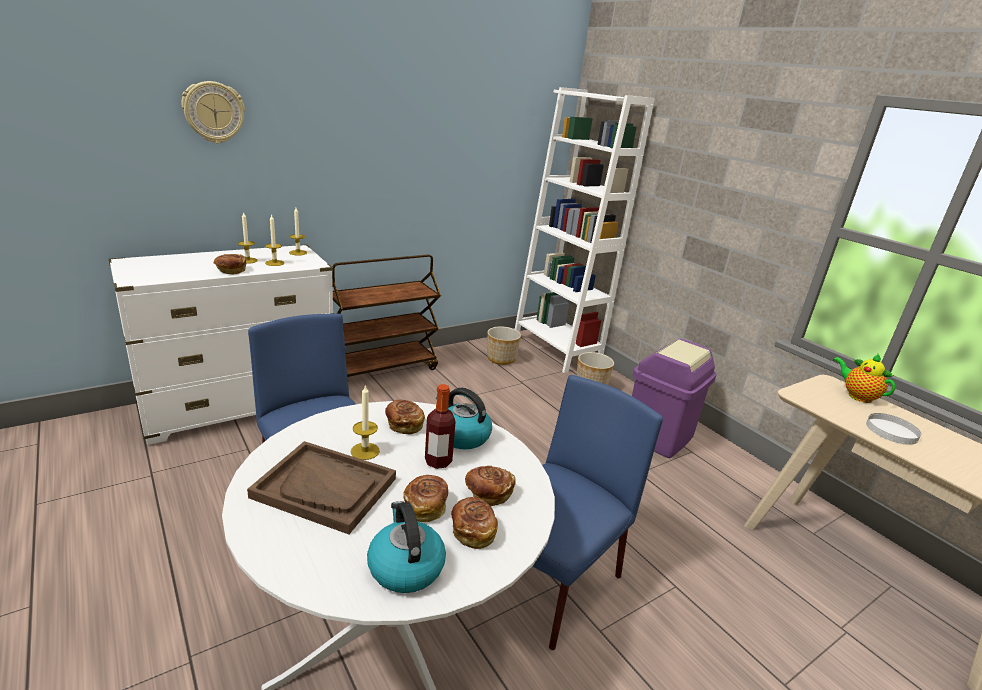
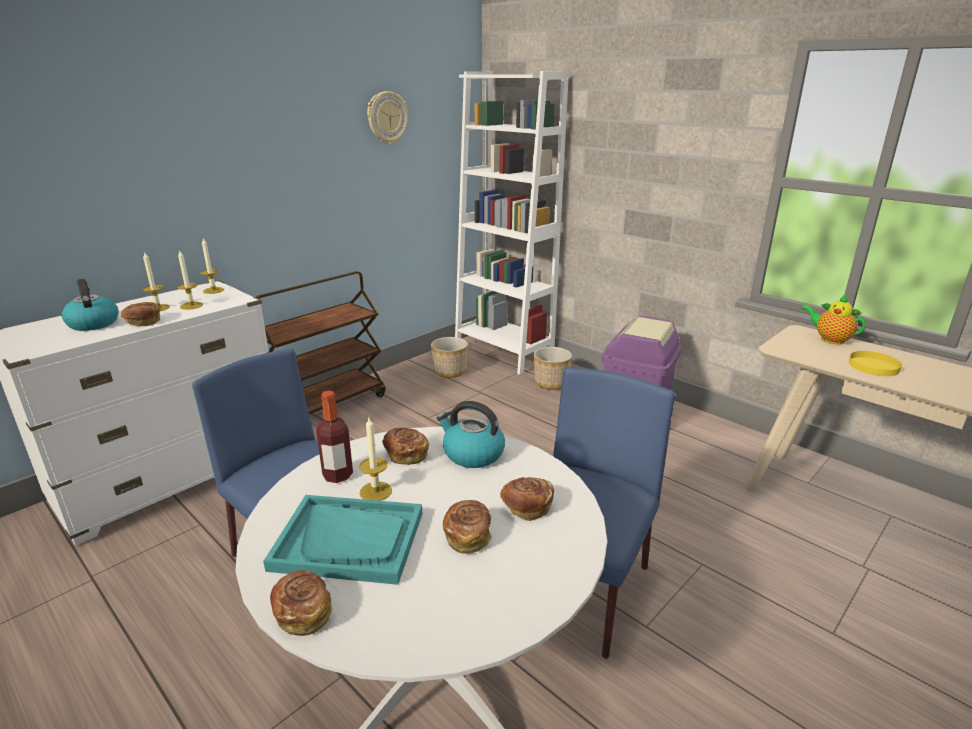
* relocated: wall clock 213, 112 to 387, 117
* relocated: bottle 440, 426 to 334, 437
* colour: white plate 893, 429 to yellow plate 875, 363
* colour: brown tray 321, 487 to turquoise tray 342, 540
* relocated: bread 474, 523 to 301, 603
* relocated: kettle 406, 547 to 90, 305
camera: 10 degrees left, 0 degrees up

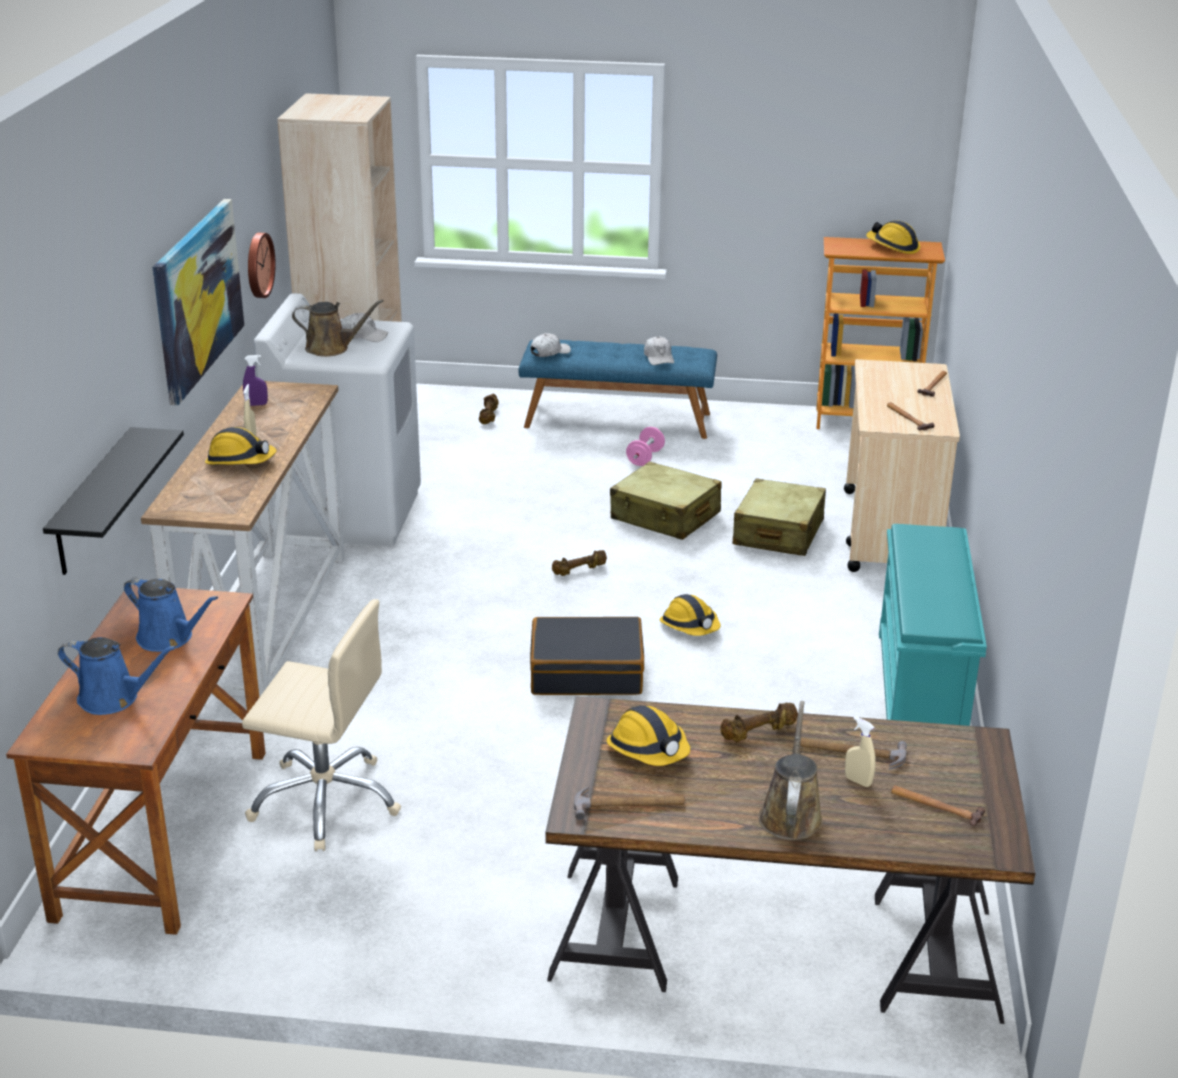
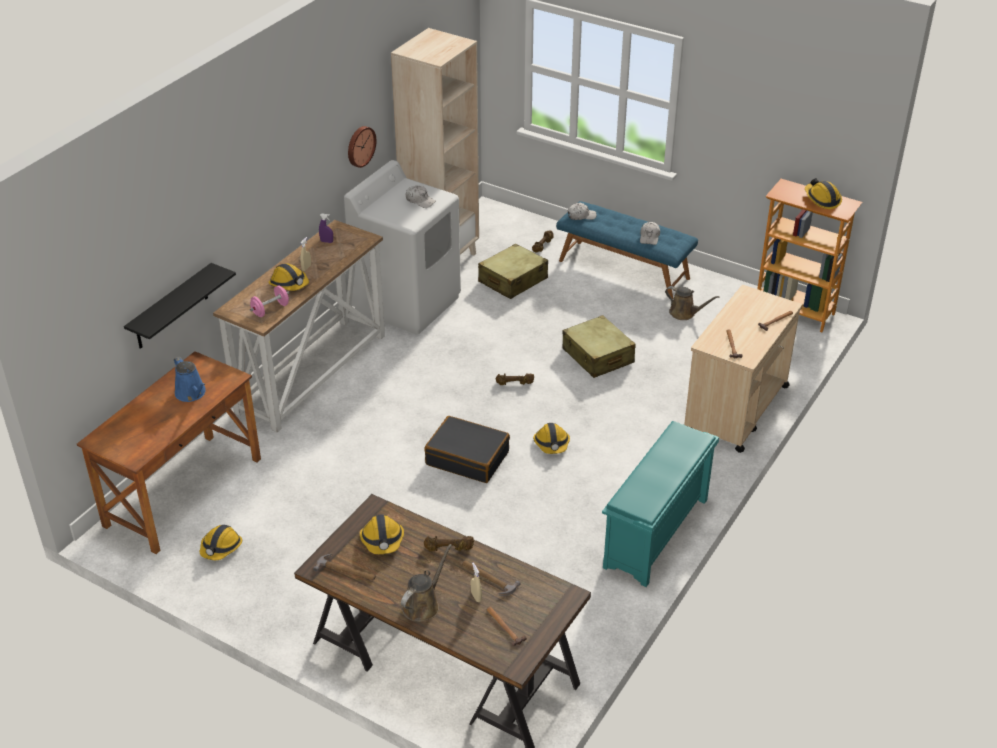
* missing: picture 198, 302
* relocated: brown watering can 338, 328 to 692, 303
* relocated: pink dumbbell 645, 446 to 269, 301
* relocated: beige suitcase 779, 517 to 513, 271
* missing: beige office chair 321, 725
* missing: blue watering can 117, 676
* appeared: hard hat 221, 542
camera: 25 degrees right, 10 degrees up

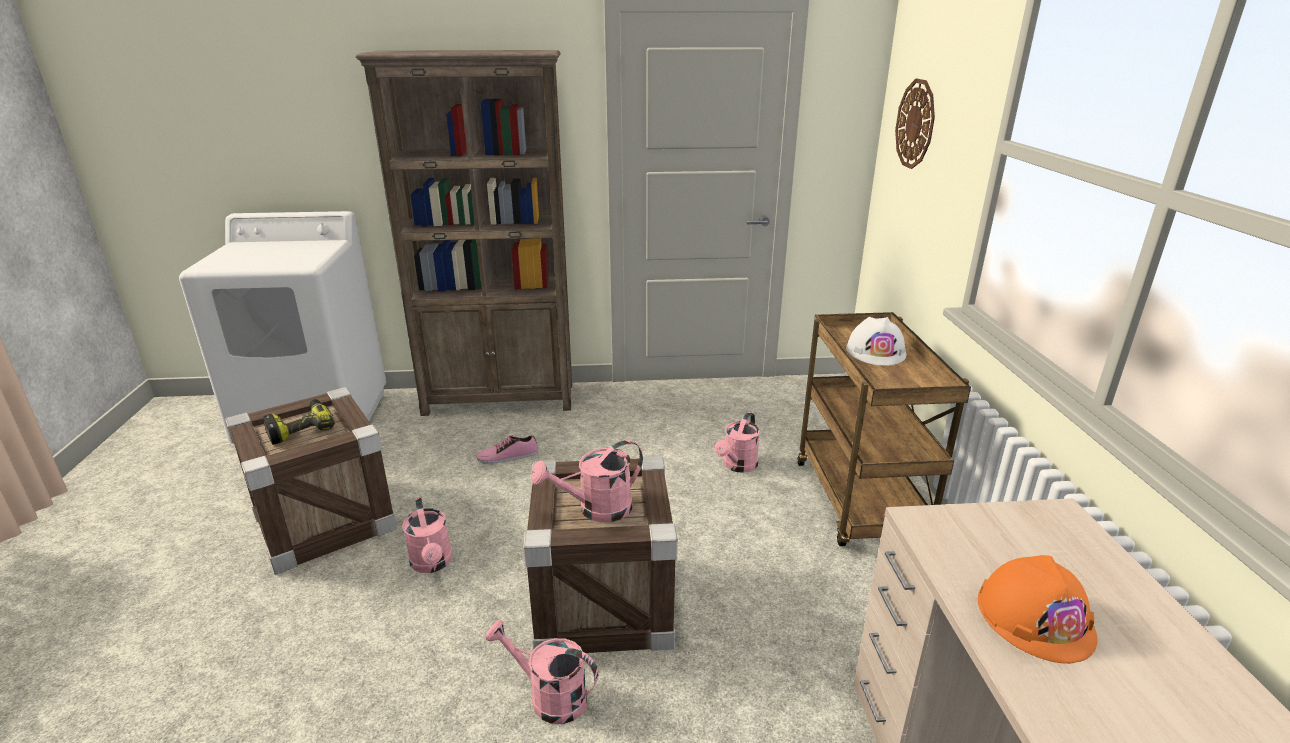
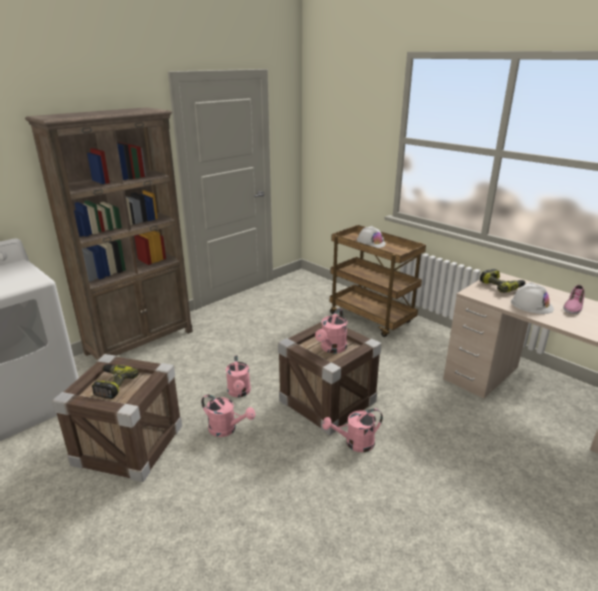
* missing: wall clock 915, 124
* relocated: pink watering can 737, 442 to 238, 376
* relocated: shoe 507, 449 to 574, 299
* colour: orange hard hat 1037, 609 to white hard hat 532, 298
* appeared: power drill 502, 281
camera: 40 degrees left, 0 degrees up

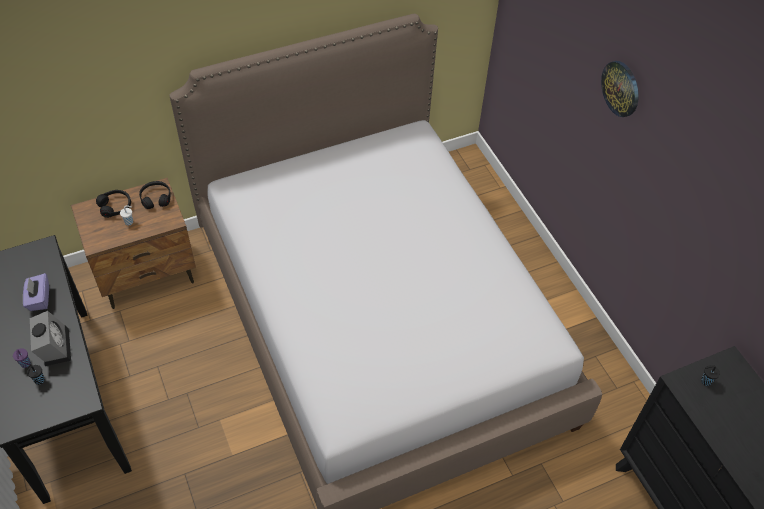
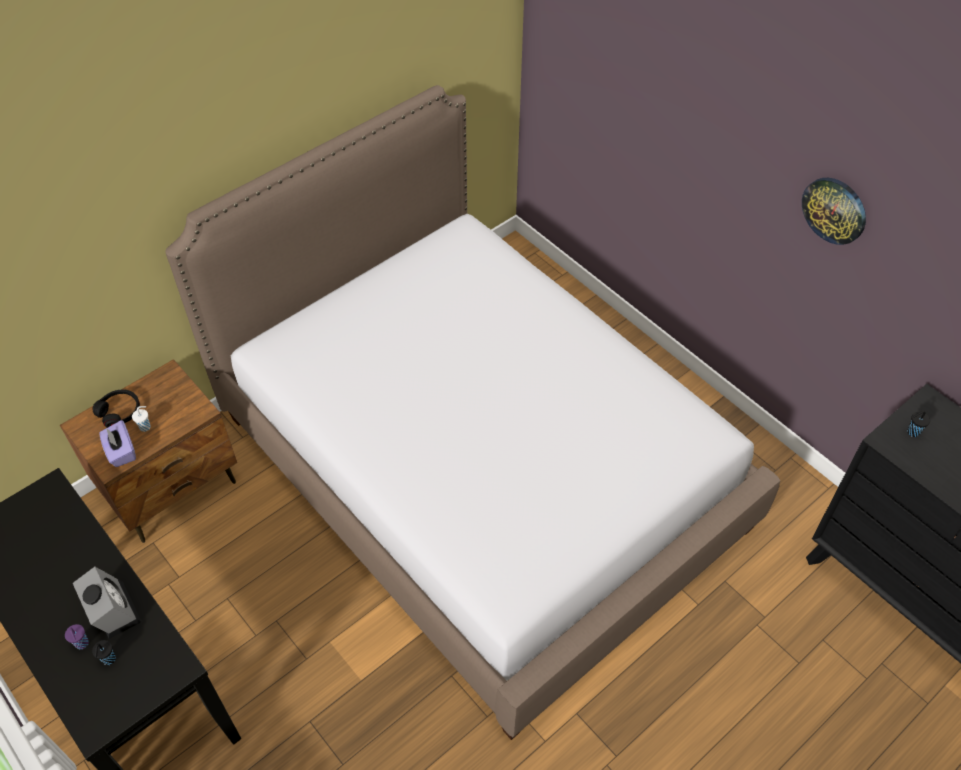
* relocated: wall clock 620, 89 to 834, 211
* missing: black headphones 155, 195
* relocated: purple tissue box 36, 292 to 117, 443
camera: 15 degrees left, 0 degrees up

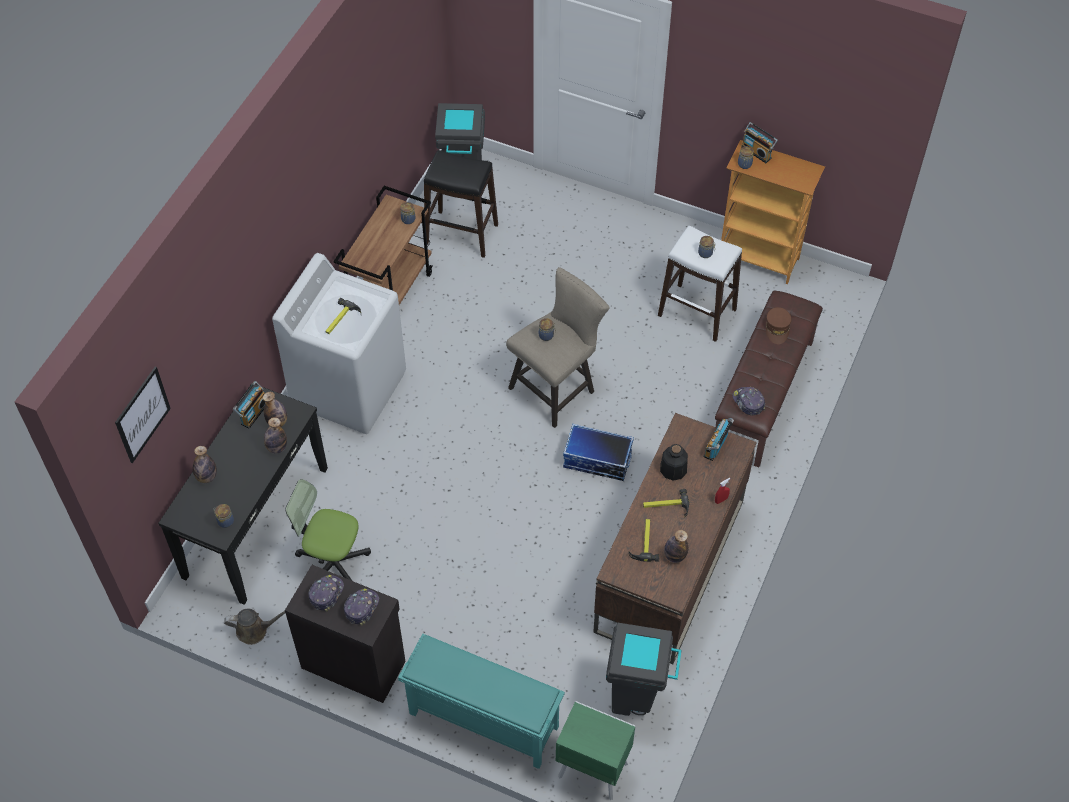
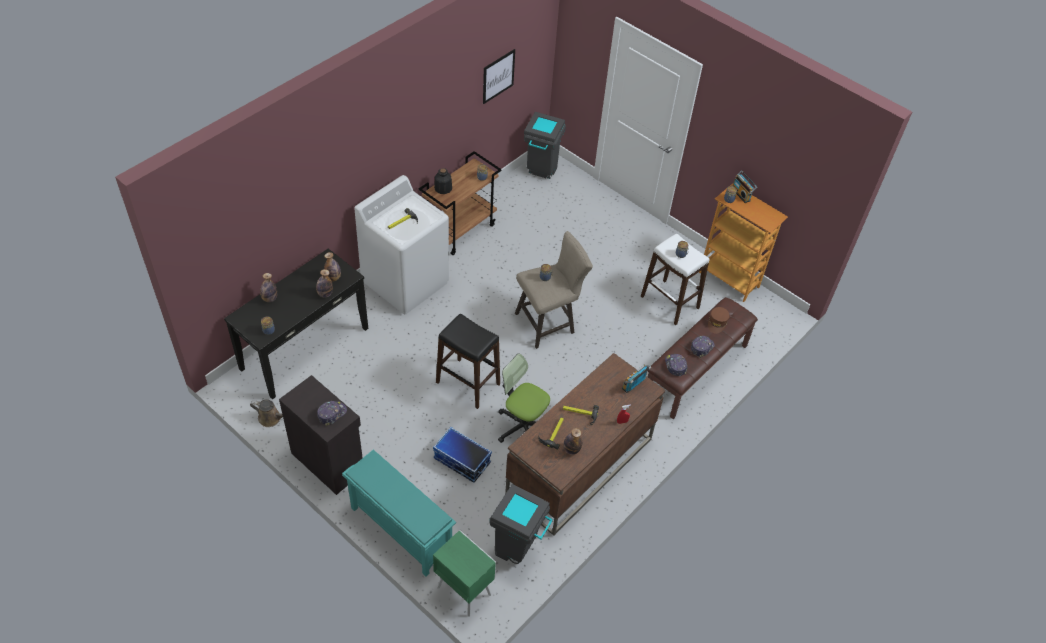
* relocated: black stool 461, 204 to 468, 361
* relocated: picture 143, 415 to 499, 76
* missing: radio 249, 405
* relocated: storage box 598, 452 to 462, 455
* relocated: bottle 674, 462 to 443, 181
* relocated: office chair 328, 530 to 524, 398
* relocated: cap 326, 593 to 703, 347
camera: 15 degrees right, 5 degrees down

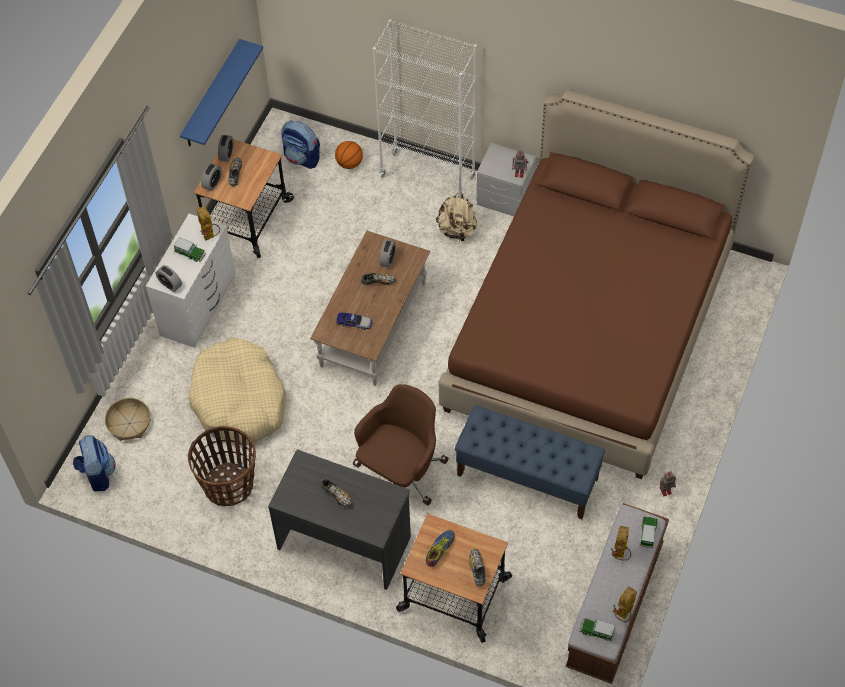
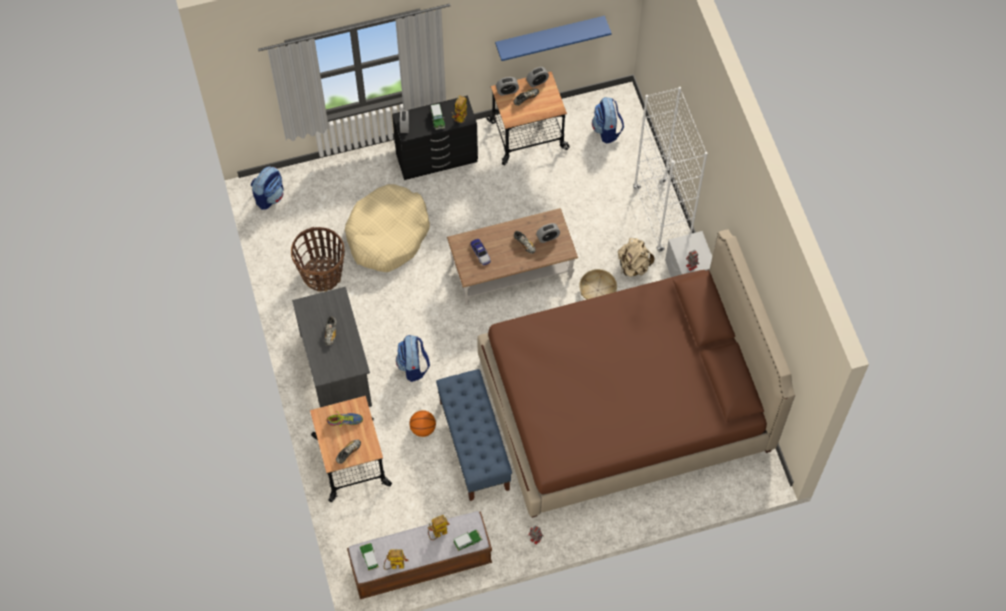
* relocated: basketball 349, 155 to 422, 423
* colour: white dresser 190, 281 to black dresser 435, 137
* exchanged: brown office chair 401, 444 to backpack 413, 358
* relocated: basket 128, 419 to 598, 284
camera: 50 degrees right, 5 degrees up

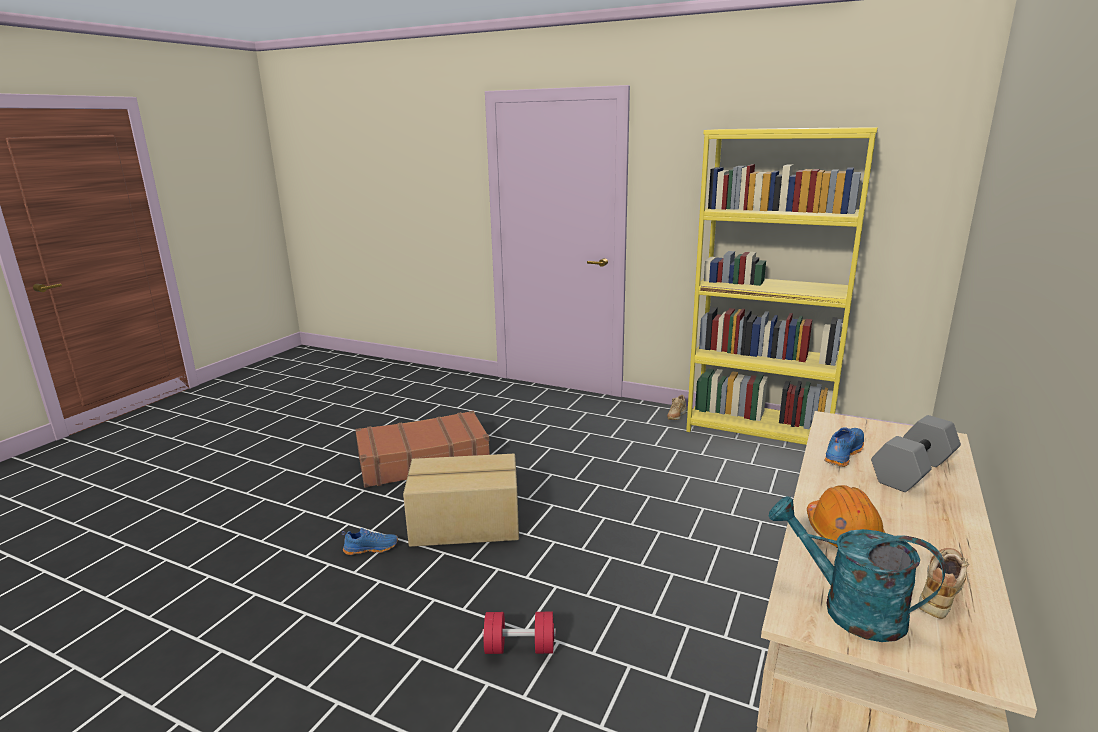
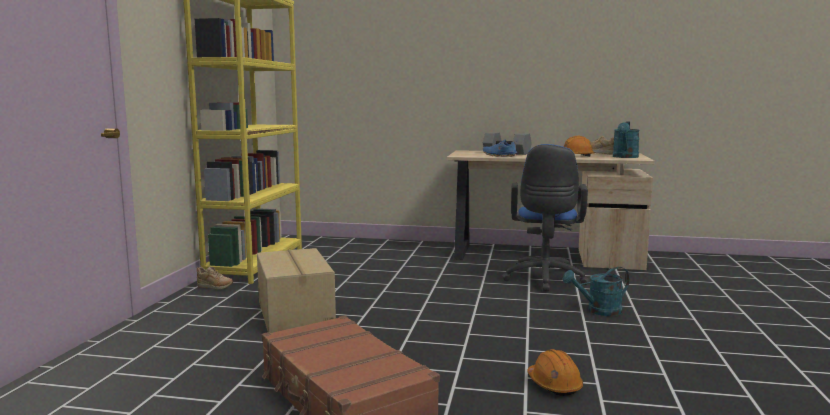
* relocated: cardboard box 461, 500 to 296, 290
* exchanged: blue shoe 370, 541 to orange hard hat 555, 372
* exchanged: red dumbbell 519, 633 to turquoise watering can 596, 291
* appeared: blue office chair 545, 218
camera: 105 degrees left, 10 degrees down

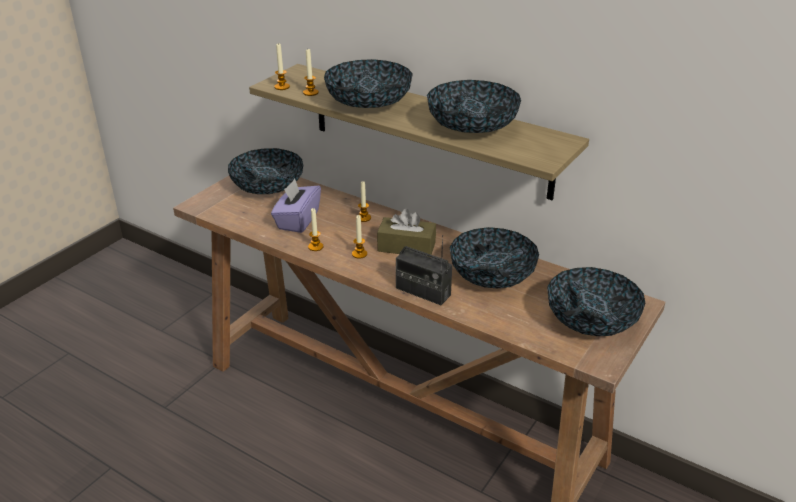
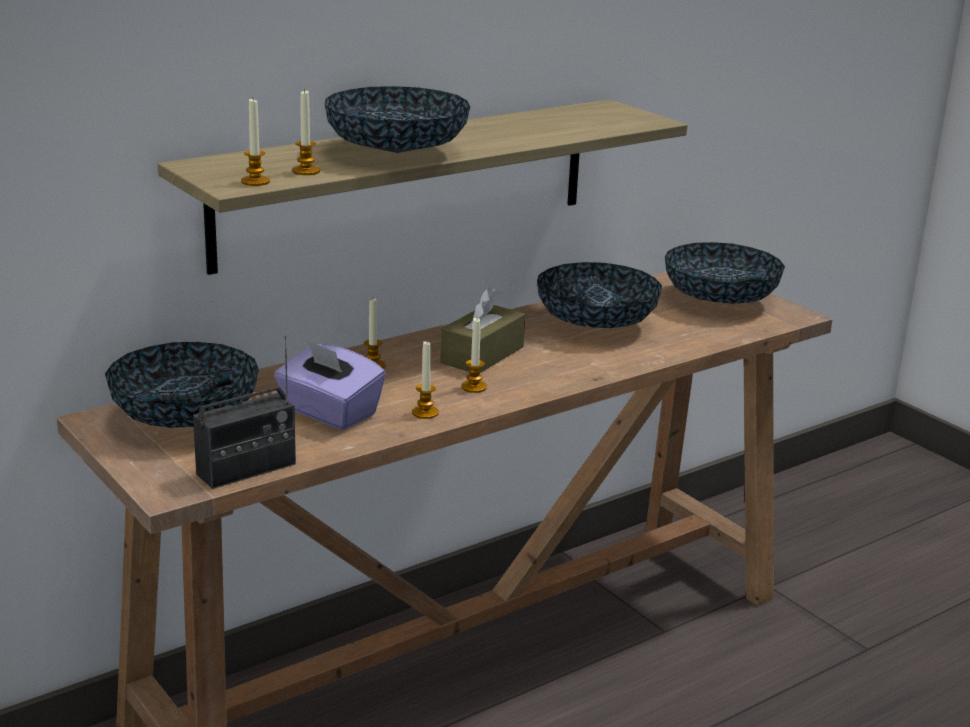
* missing: bowl 474, 106
* relocated: radio 424, 270 to 244, 412
camera: 70 degrees left, 10 degrees down

